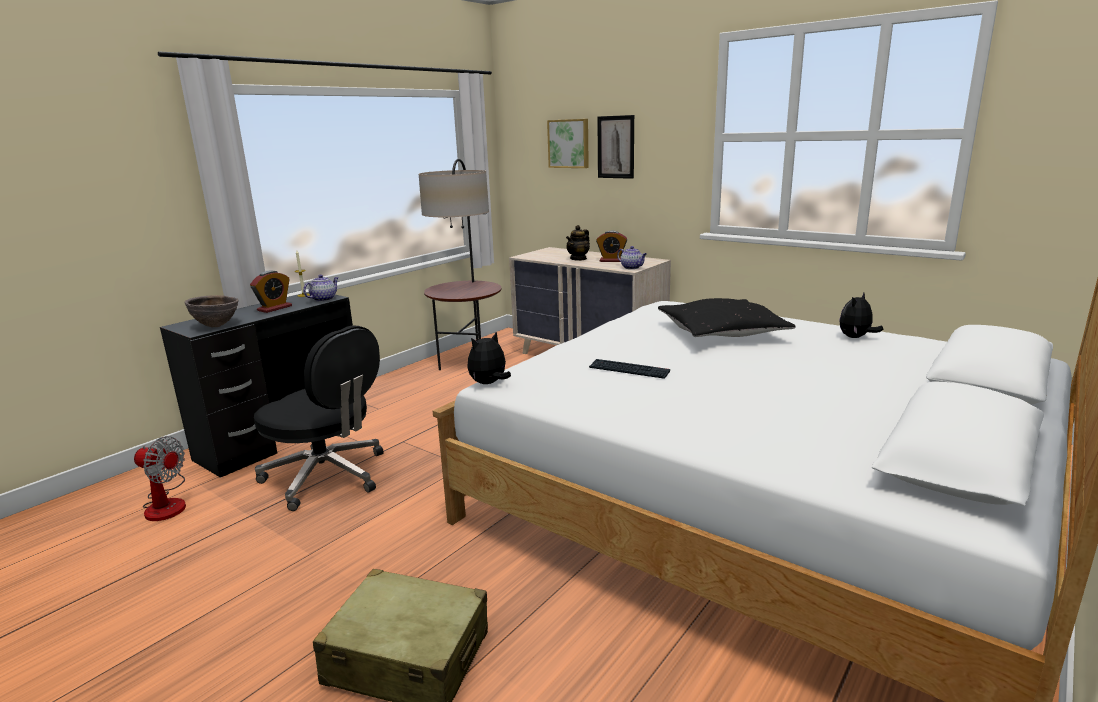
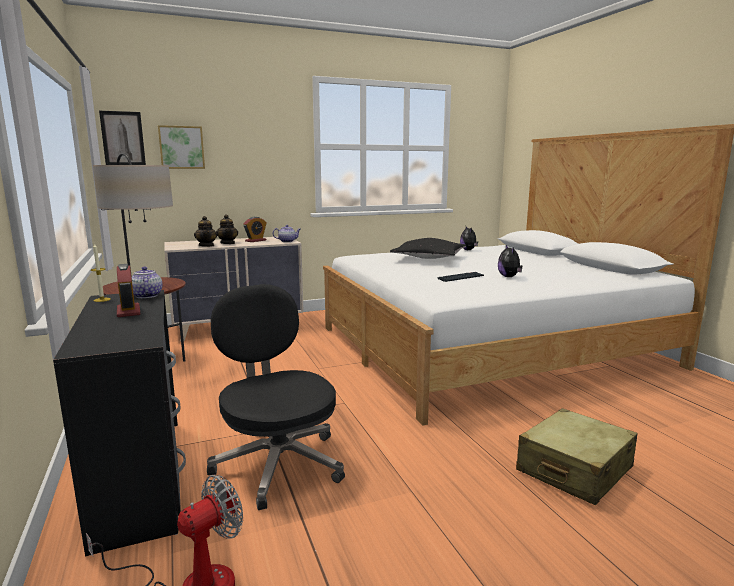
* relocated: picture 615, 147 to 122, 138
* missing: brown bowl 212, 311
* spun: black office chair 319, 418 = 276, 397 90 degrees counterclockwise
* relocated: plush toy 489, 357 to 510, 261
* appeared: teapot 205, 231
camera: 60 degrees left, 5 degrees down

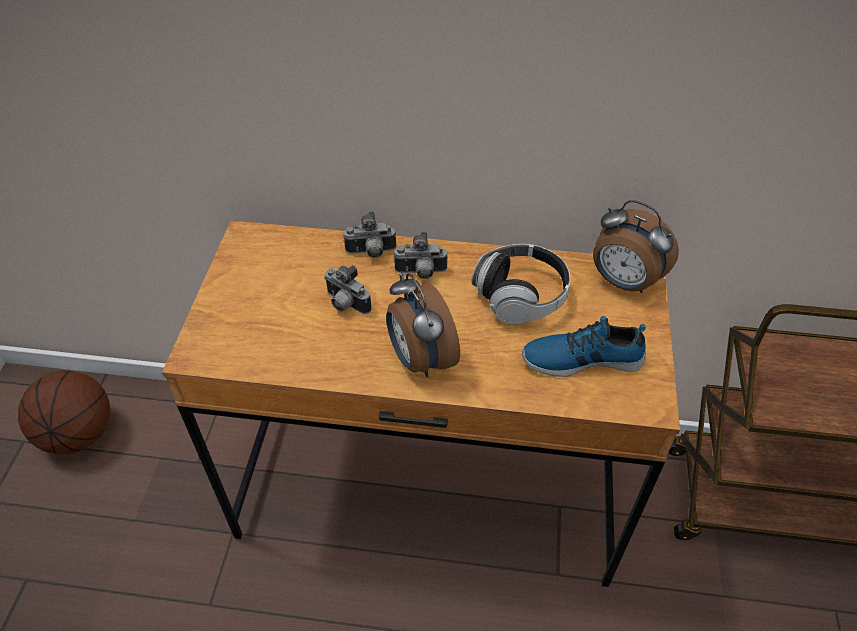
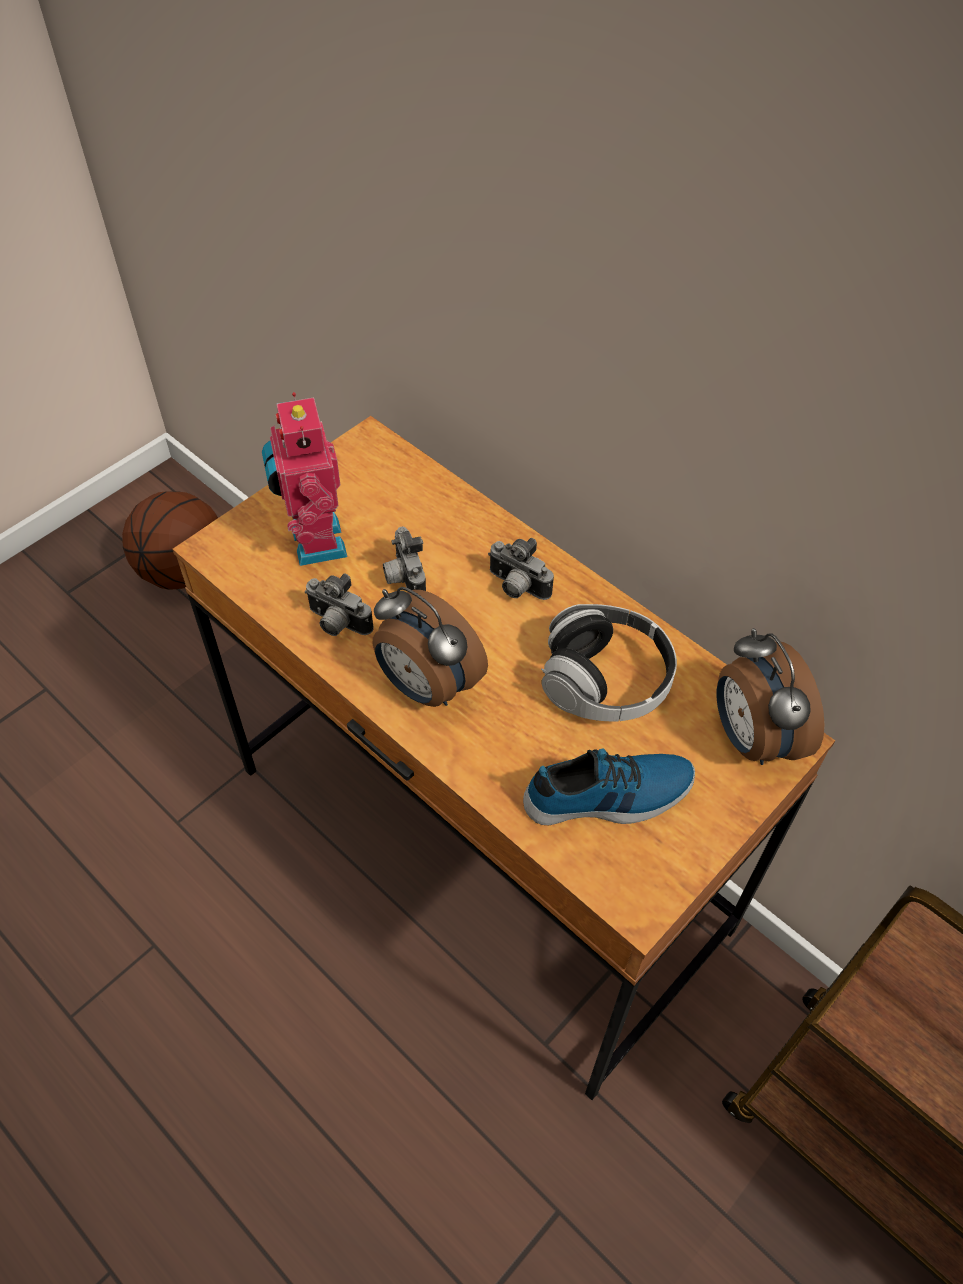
* relocated: photo camera 369, 234 to 339, 605
* spun: alarm clock 423, 325 = 430, 647 60 degrees counterclockwise
* spun: shoe 584, 346 = 609, 787 135 degrees clockwise
* appeared: toy robot 304, 479
camera: 35 degrees right, 5 degrees up

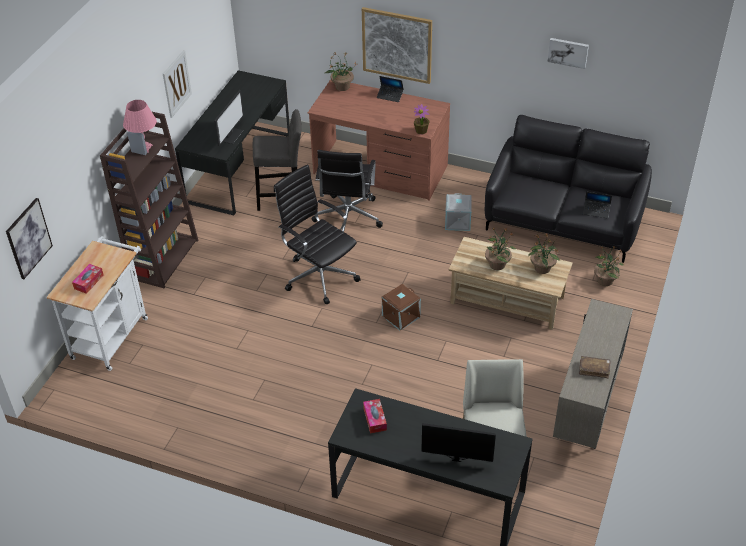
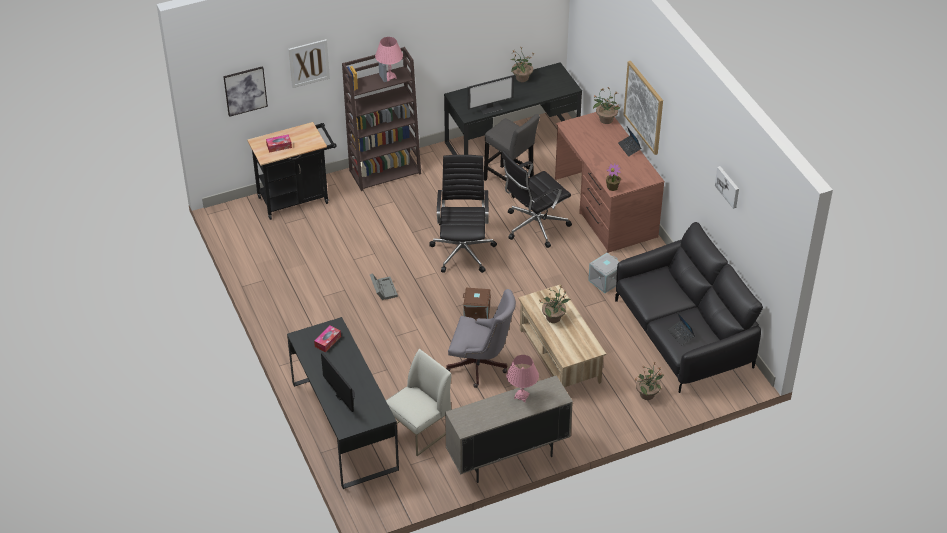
* relocated: picture 177, 84 to 309, 63
* relocated: potted plant 544, 254 to 523, 64
* colour: white cart 97, 303 to black cart 291, 171
* missing: brown book 595, 367
* appeared: grey storage box 384, 286
* appeared: grey office chair 481, 338
* appeared: pink table lamp 522, 378
camera: 45 degrees right, 0 degrees up

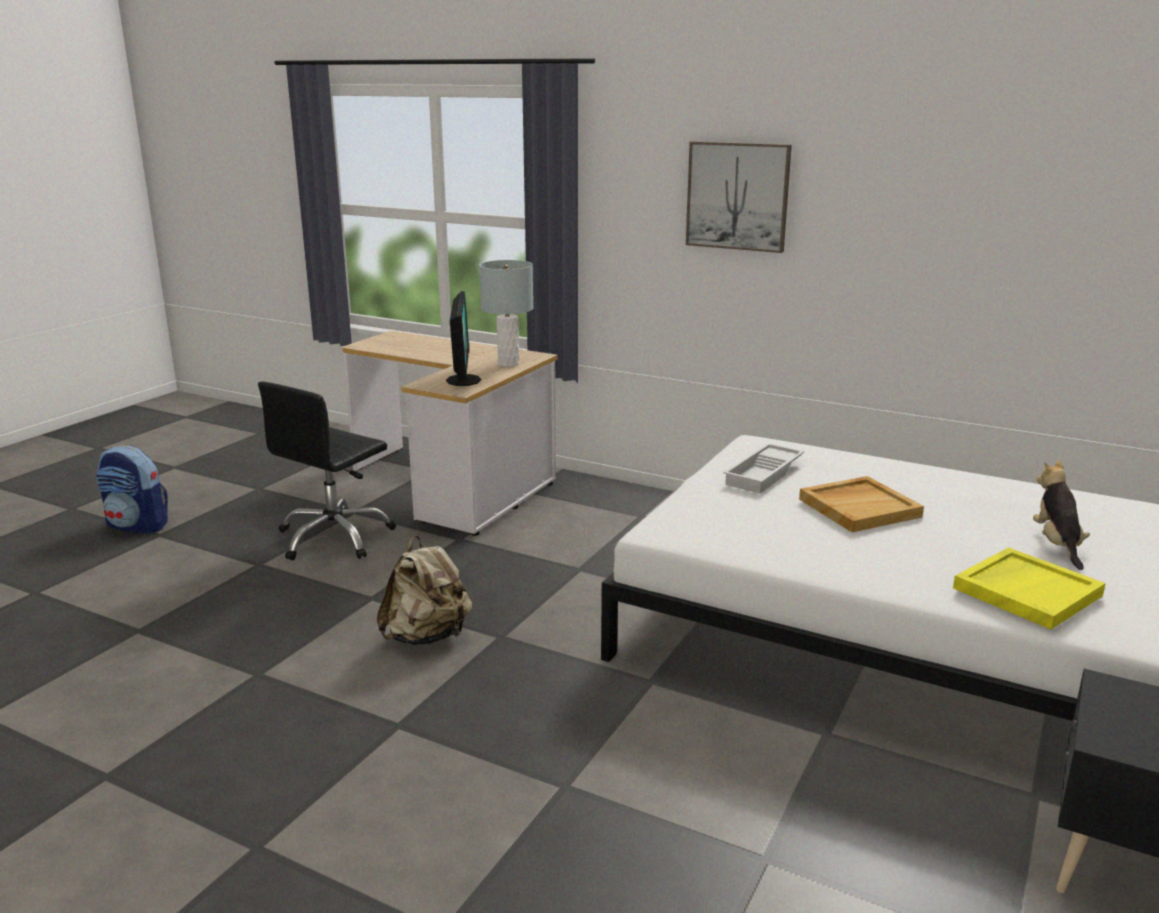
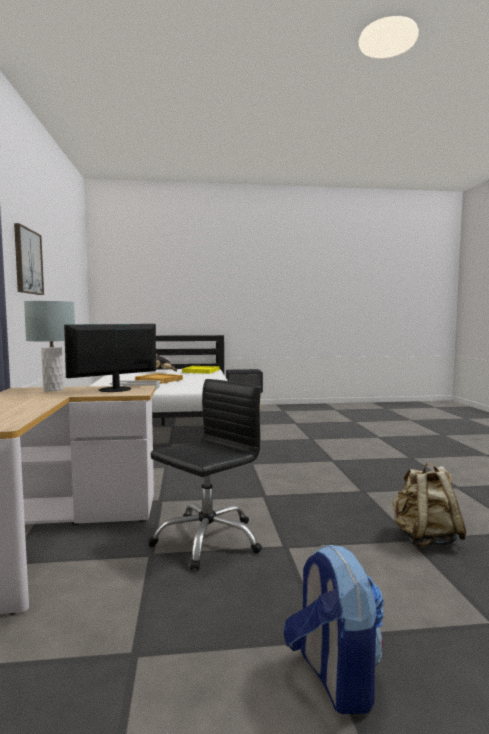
* spun: black office chair 327, 470 = 205, 475 45 degrees counterclockwise
* relocated: beige backpack 424, 591 to 429, 505
camera: 125 degrees left, 15 degrees down

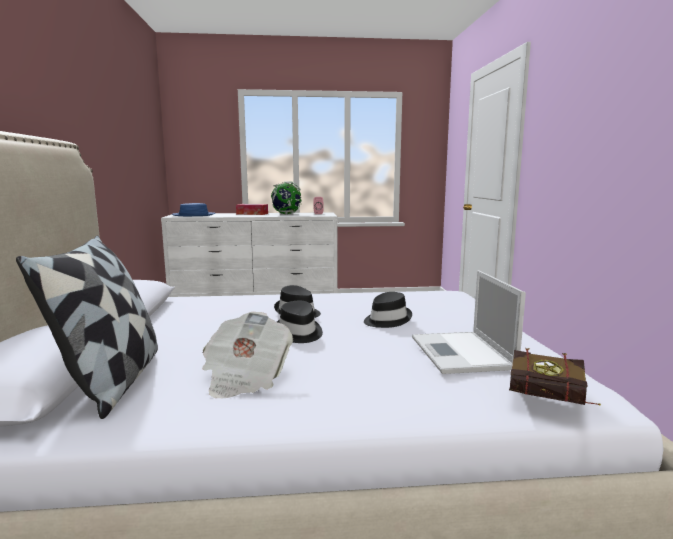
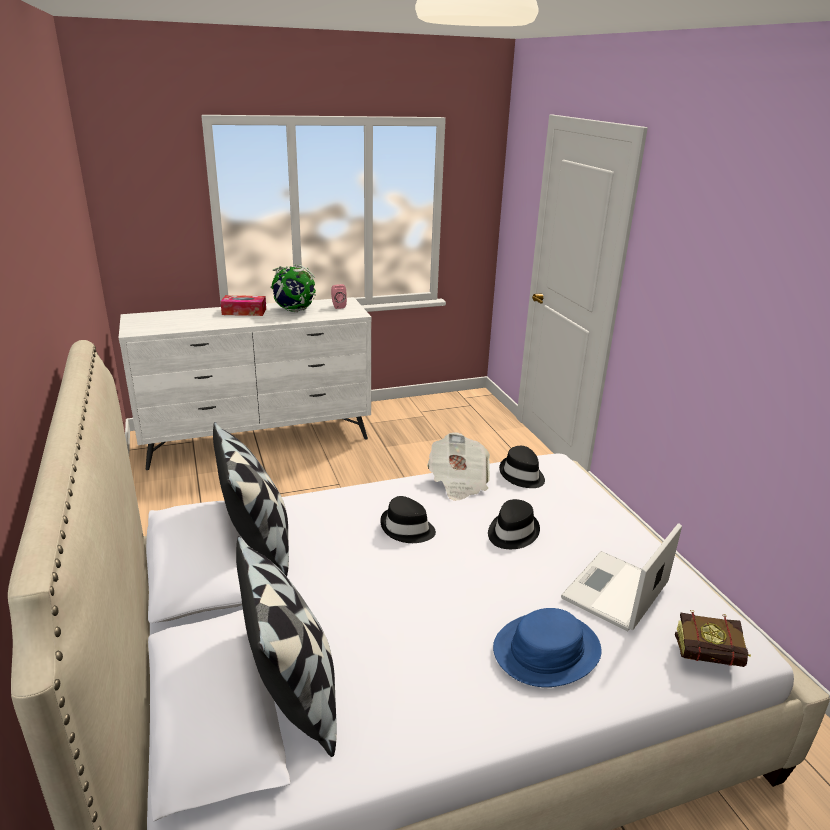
* relocated: blue hat 194, 209 to 547, 647
* spun: laptop 469, 322 = 621, 577 60 degrees clockwise
* relocated: black hat 300, 322 to 522, 467
* relocated: newspaper 247, 355 to 458, 466
* appeared: pillow 251, 499
camera: 15 degrees left, 15 degrees up

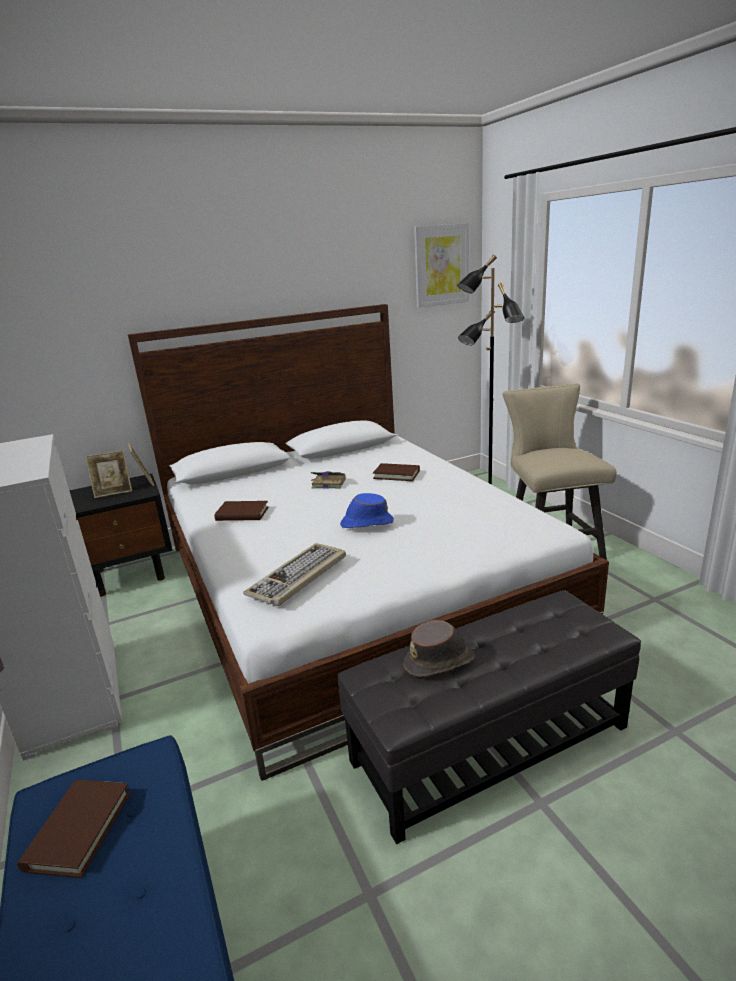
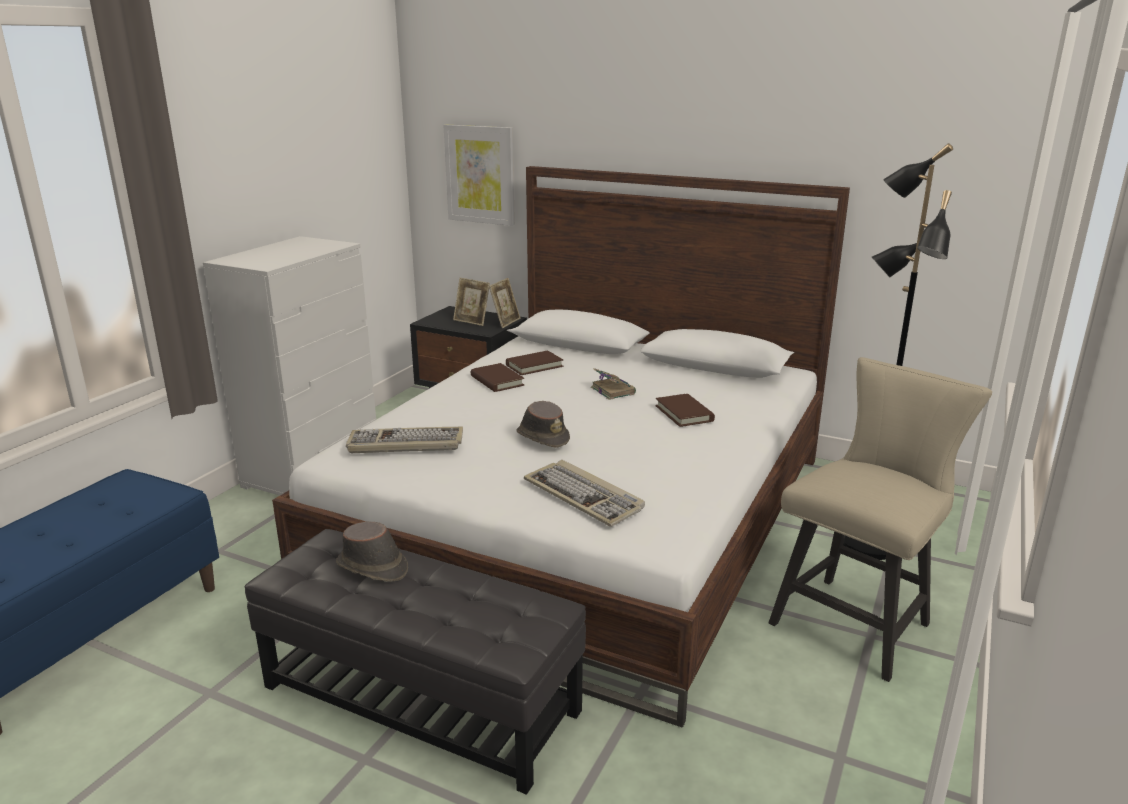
* relocated: picture 441, 265 to 479, 175
* colour: blue hat 367, 510 to brown hat 543, 424
* relocated: brown book 74, 829 to 534, 363
* appeared: keyboard 584, 493
camera: 50 degrees right, 0 degrees up

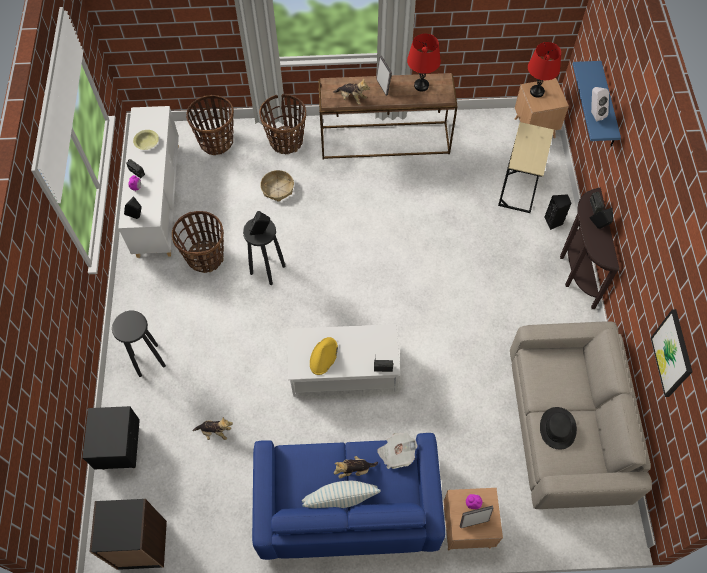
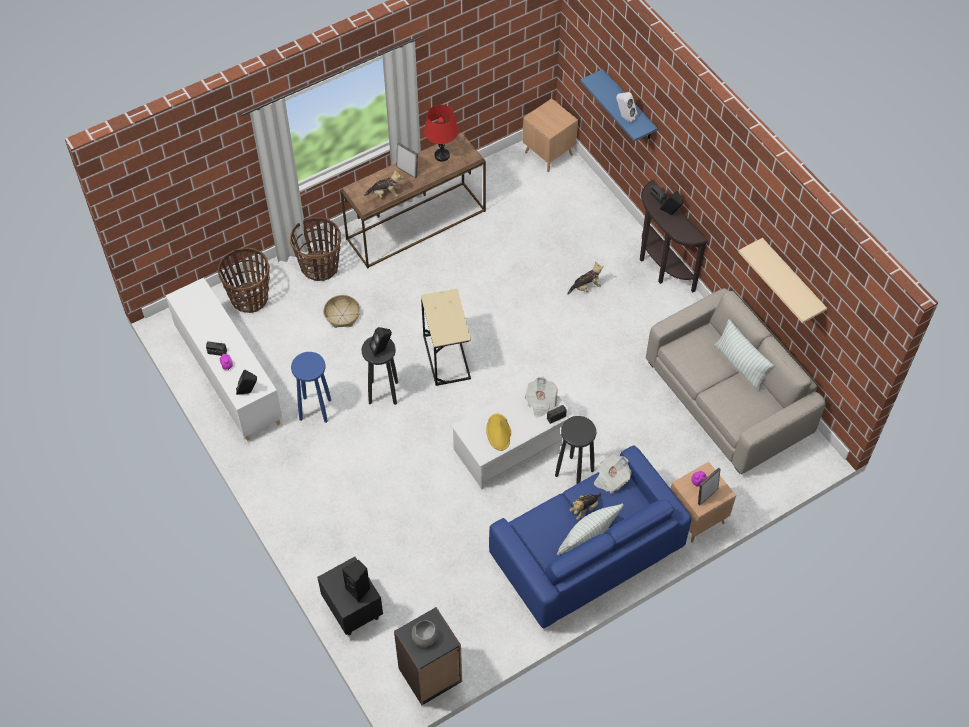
* missing: red table lamp 544, 69
* relocated: beige side table 526, 167 to 446, 337
* missing: yellow bowl 146, 140
* relocated: black speaker 558, 212 to 356, 580
* exchanged: basket 198, 242 to blue stool 311, 387
* exchanged: picture 671, 353 to beige shelf 782, 280
* relocated: black stool 139, 343 to 575, 450
* missing: black hat 558, 428
* relocated: plush toy 213, 428 to 585, 278
* appeared: pillow 744, 356
* appeared: newspaper 541, 397
* appeared: grey bowl 425, 633
camera: 30 degrees left, 5 degrees down

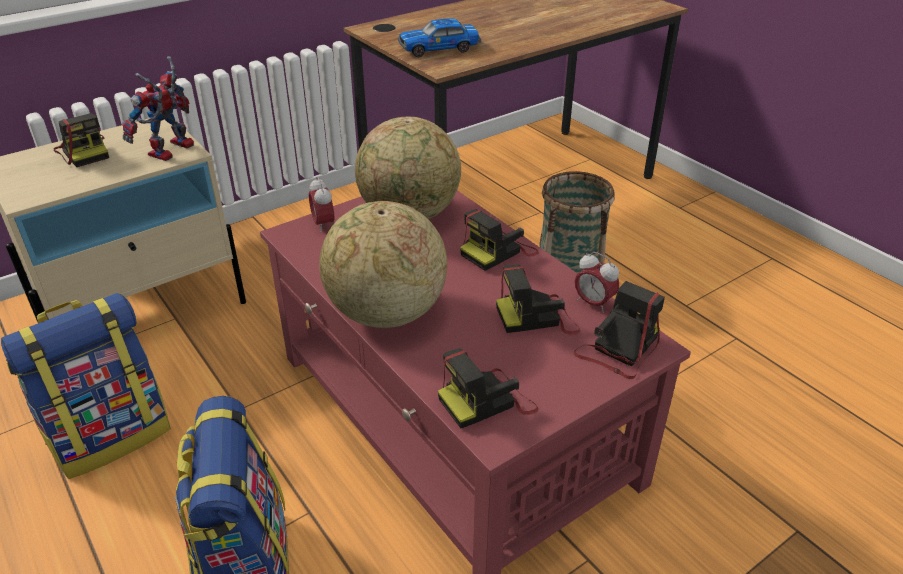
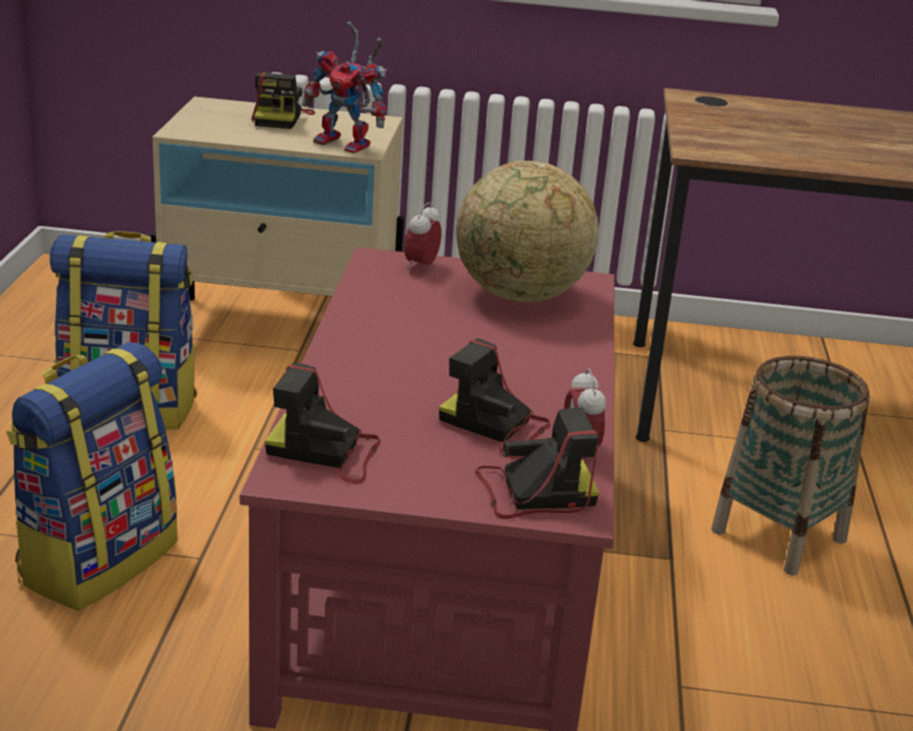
* missing: toy car 439, 37
* spun: toy robot 158, 108 = 344, 87 135 degrees counterclockwise
* missing: globe 383, 264
* missing: photo camera 499, 240
camera: 40 degrees right, 10 degrees down

